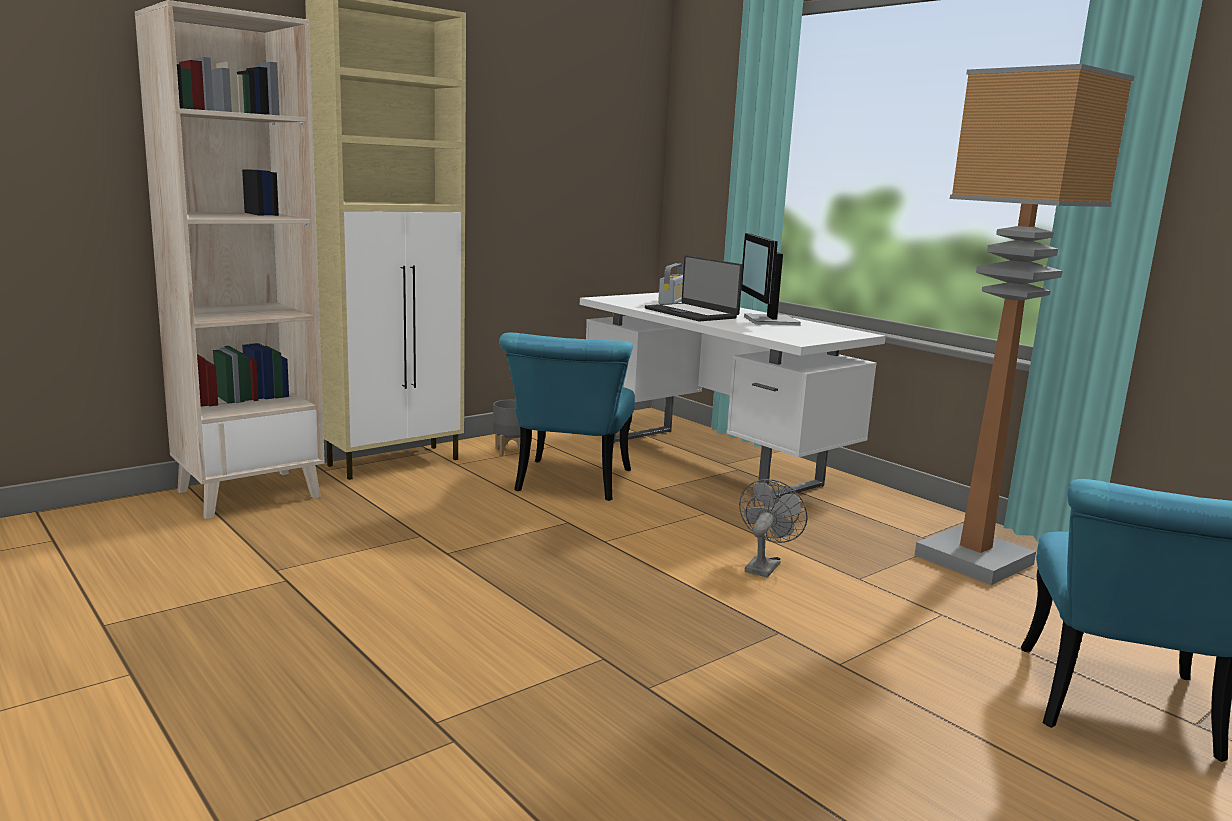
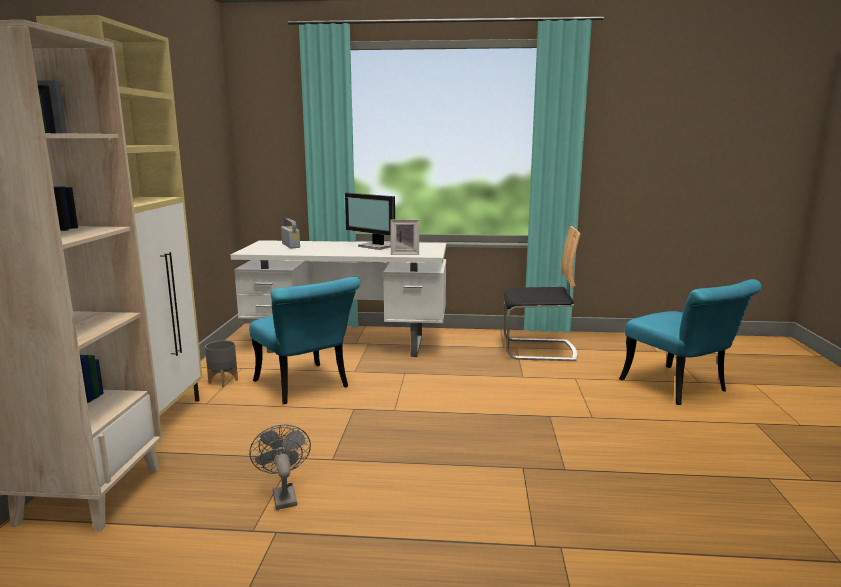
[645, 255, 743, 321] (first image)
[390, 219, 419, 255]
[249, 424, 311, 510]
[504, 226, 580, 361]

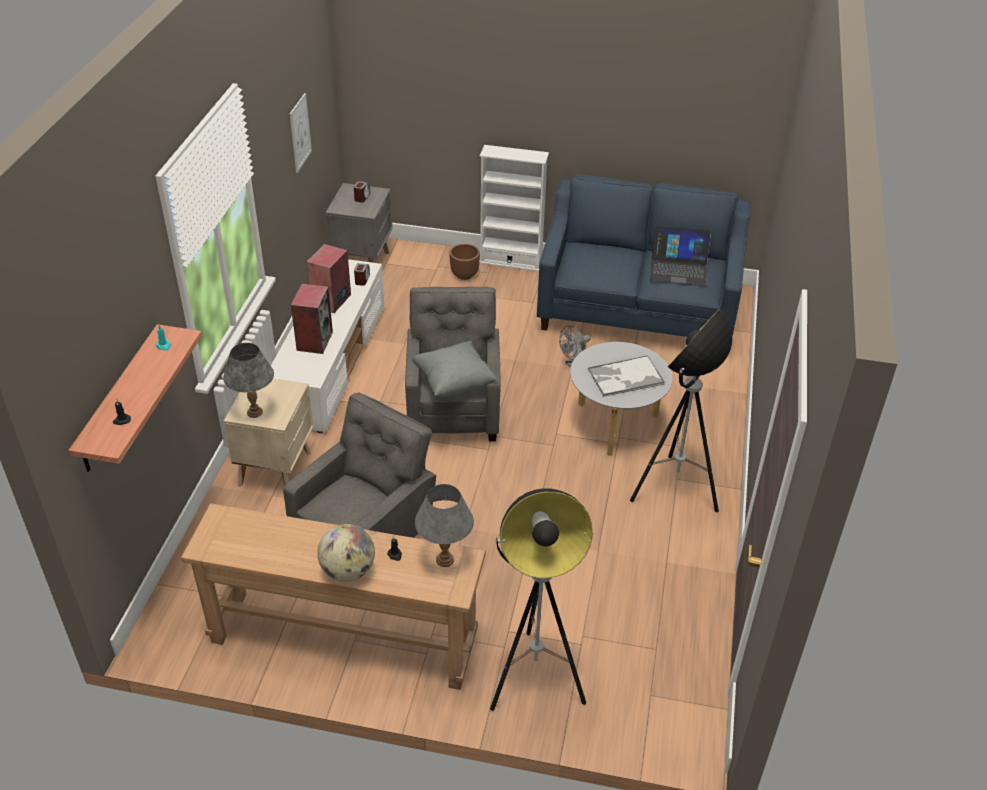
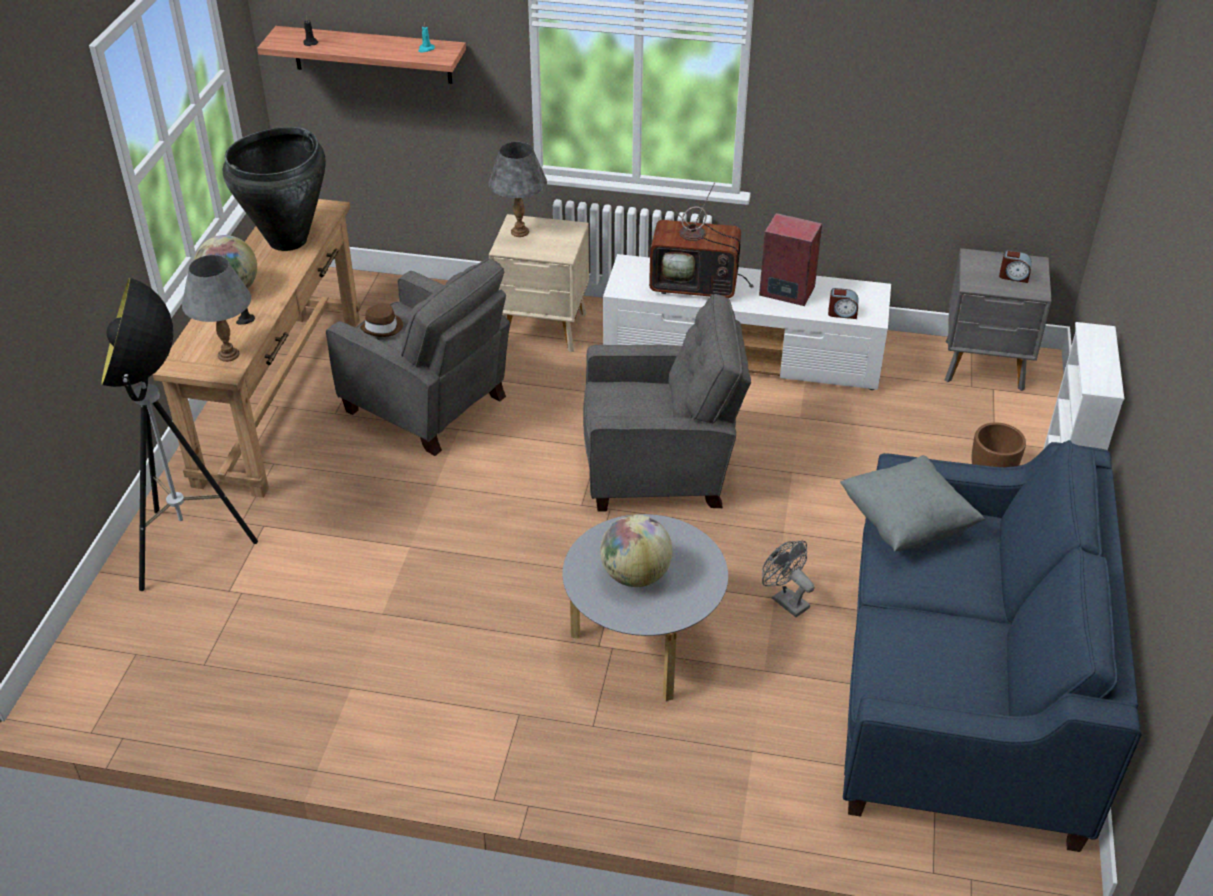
[290, 93, 312, 173] (first image)
[630, 309, 733, 512] (first image)
[650, 225, 711, 286] (first image)
[223, 127, 326, 251]
[360, 303, 403, 337]
[840, 455, 985, 552]
[649, 182, 754, 298]
[600, 515, 673, 587]

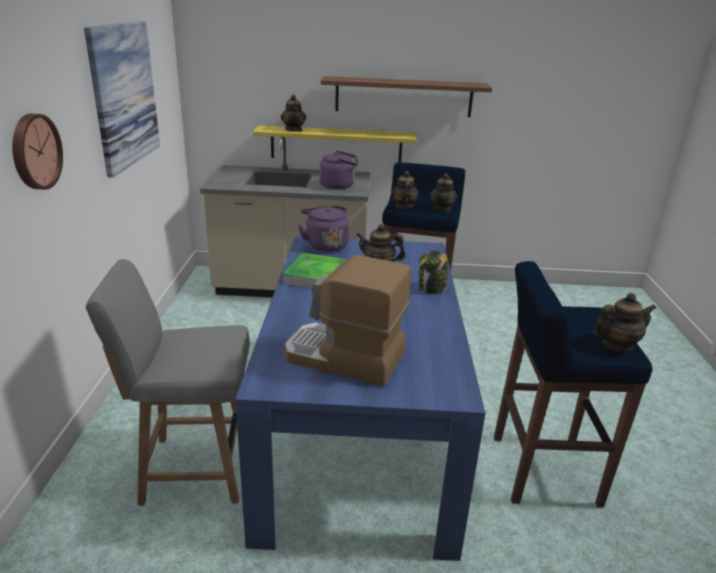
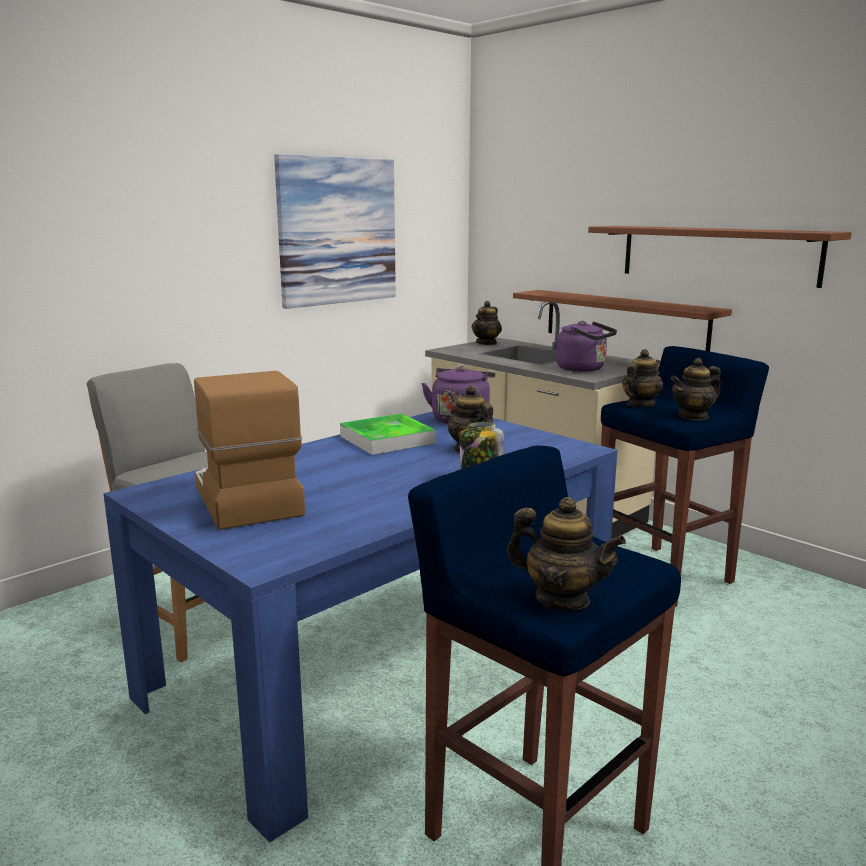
[12, 114, 63, 190] (first image)
[472, 301, 502, 345]
[513, 290, 732, 352]

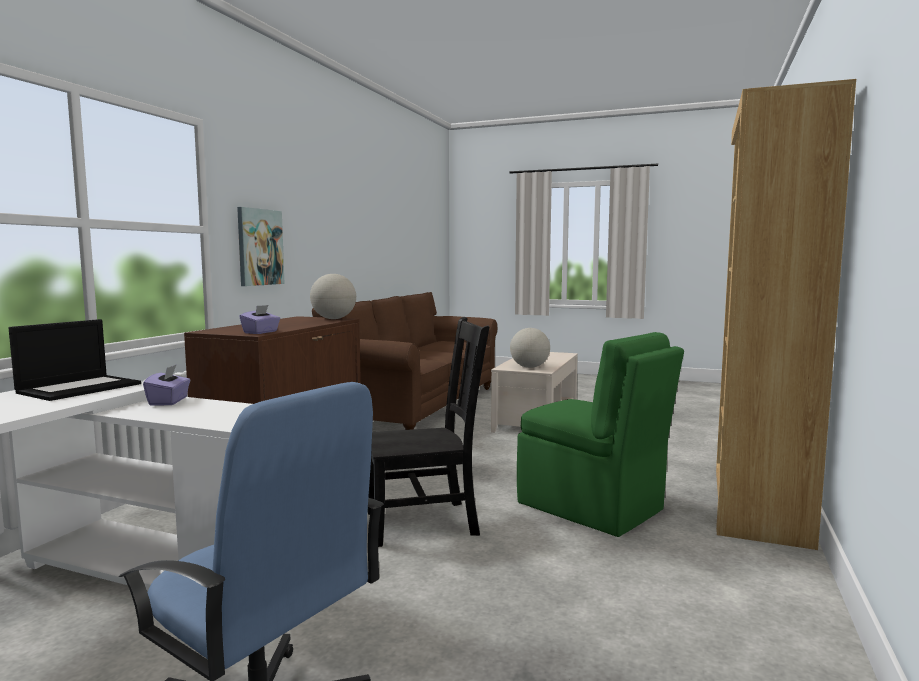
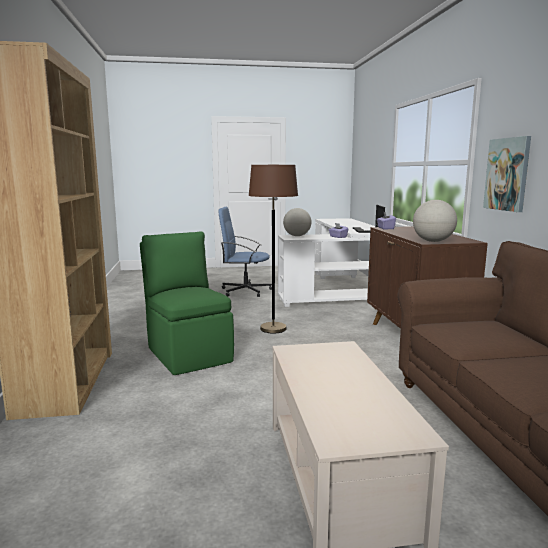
[283, 208, 312, 236]
[249, 165, 298, 334]
[140, 231, 234, 375]

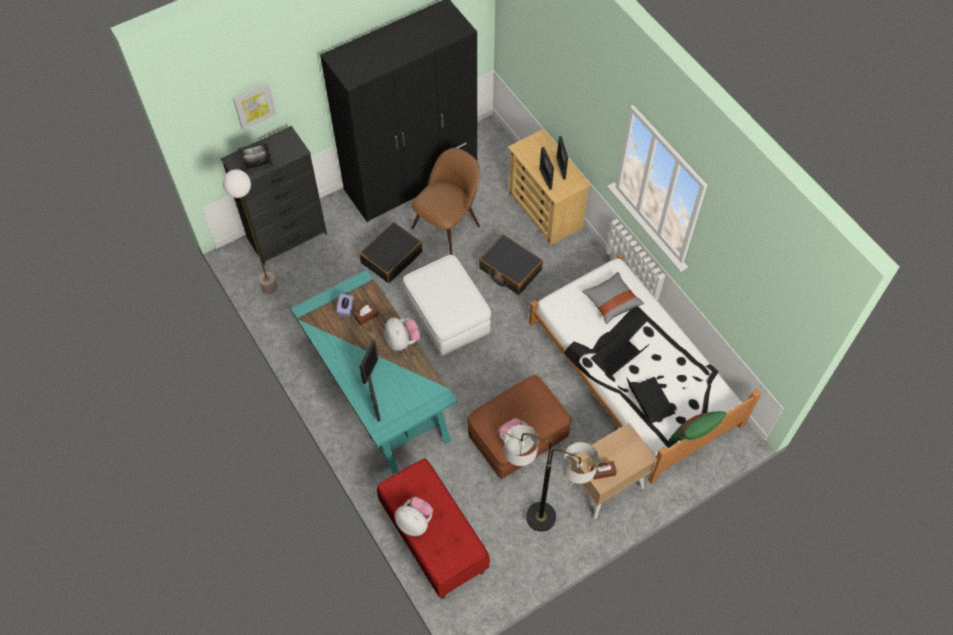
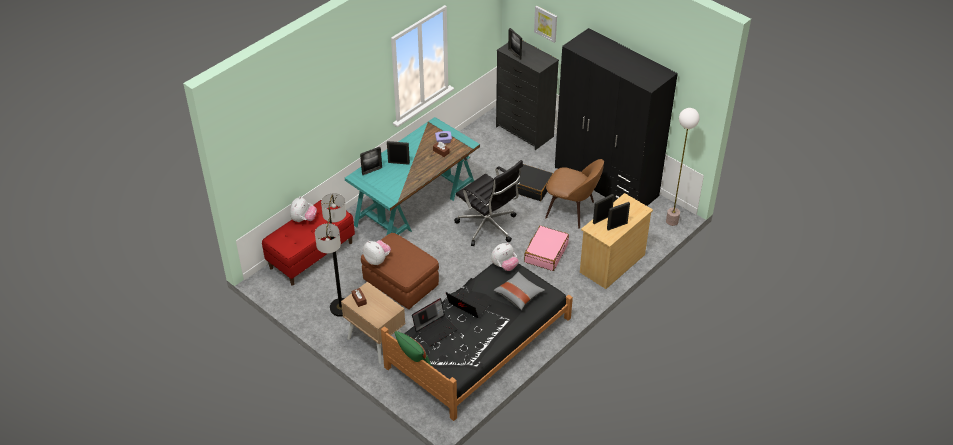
[666, 108, 700, 226]
[491, 243, 519, 271]
[454, 160, 523, 246]
[524, 226, 569, 271]
[381, 263, 573, 421]

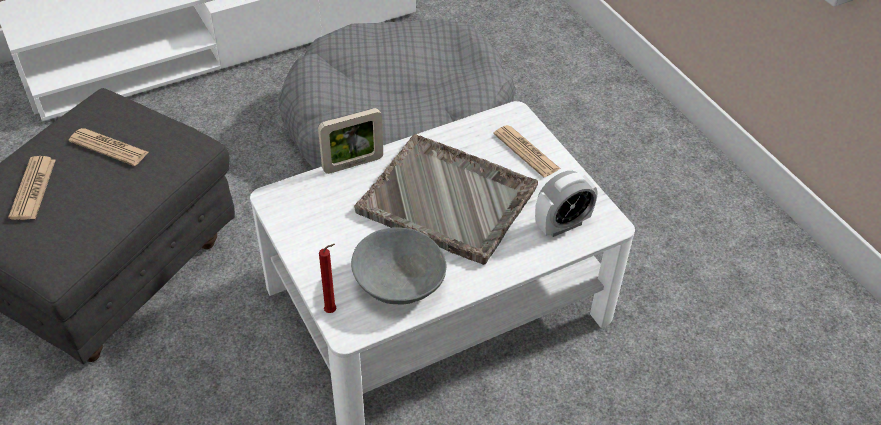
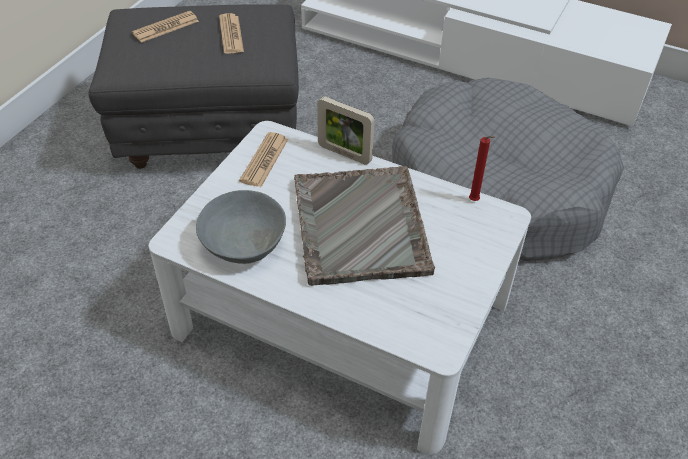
[535, 171, 597, 237] (first image)
[469, 136, 495, 201]
[239, 132, 288, 187]

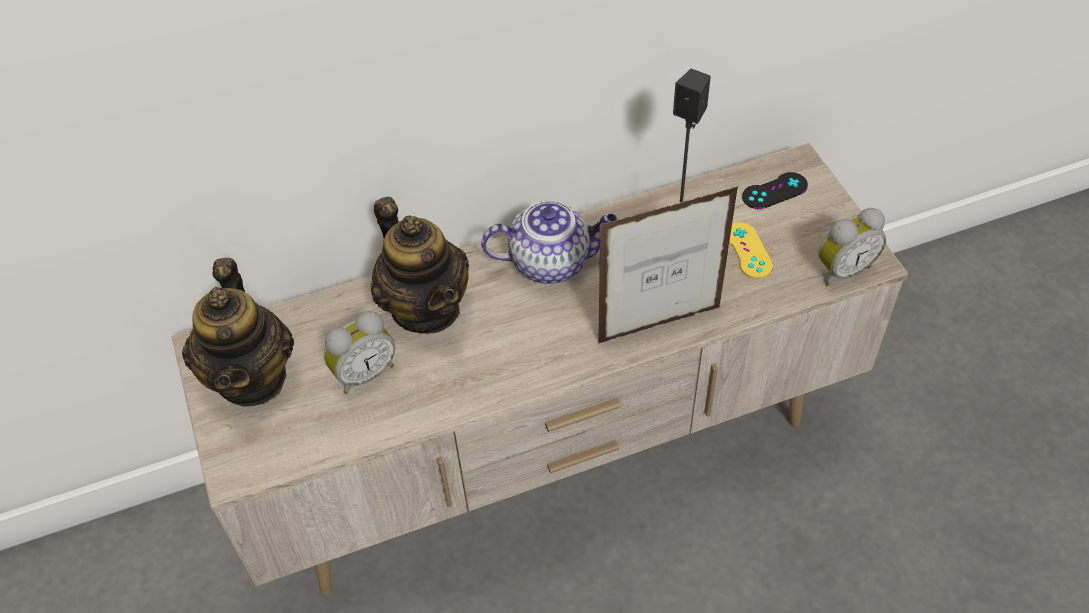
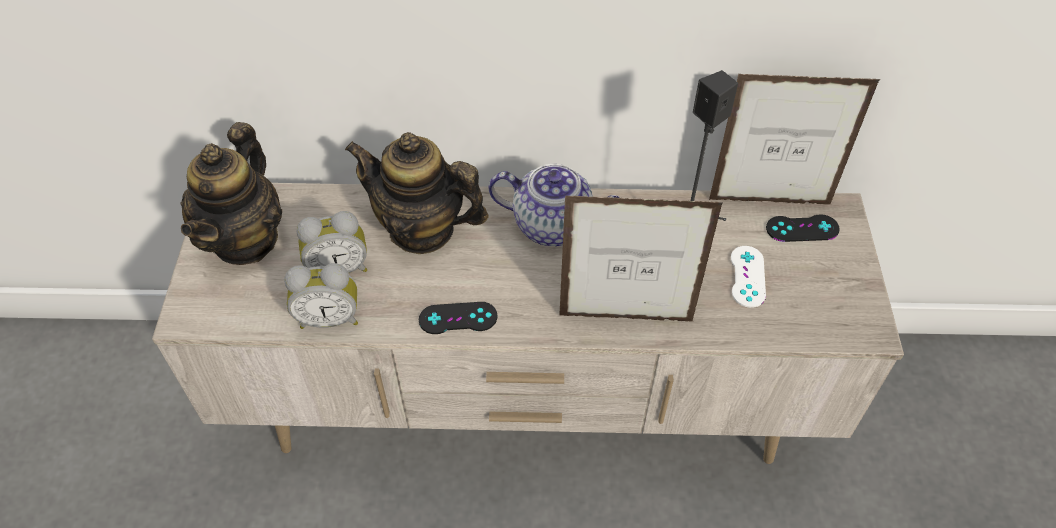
[419, 302, 498, 334]
[709, 74, 880, 205]
[284, 263, 358, 329]
[730, 246, 766, 308]
[345, 132, 489, 254]

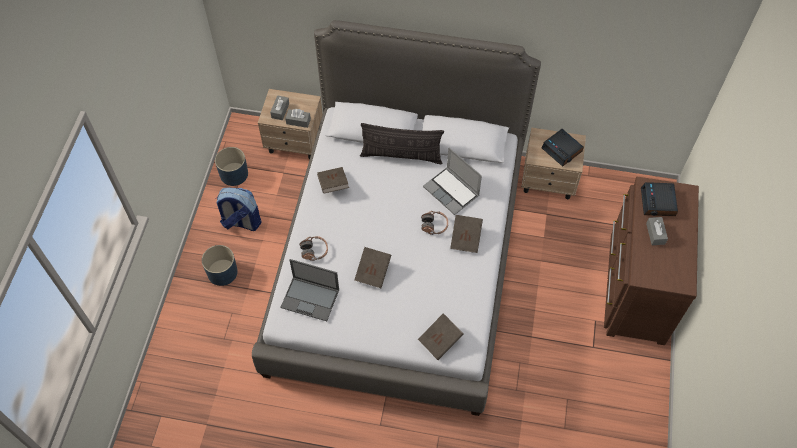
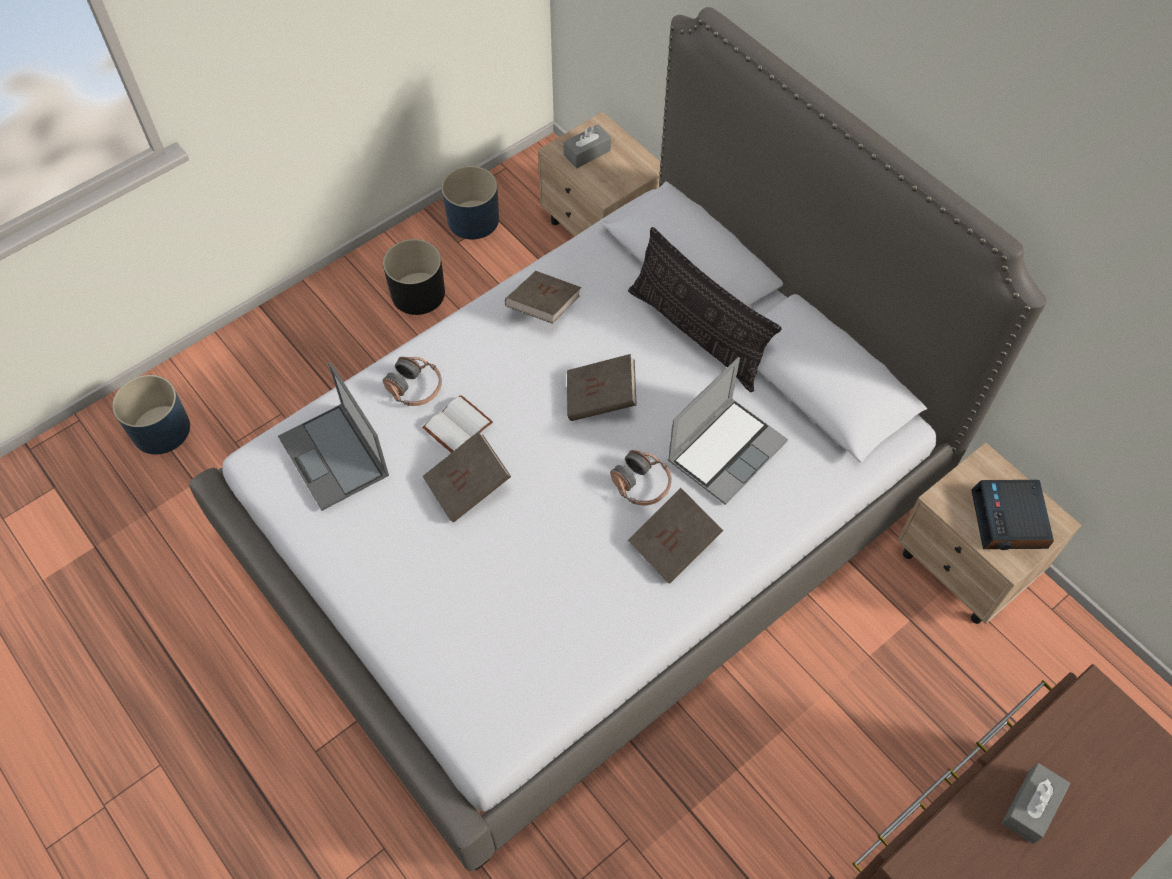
[285, 109, 311, 128] (first image)
[641, 182, 678, 216] (first image)
[422, 395, 493, 453]
[112, 375, 190, 455]
[567, 354, 637, 421]
[383, 239, 445, 315]
[667, 357, 788, 505]

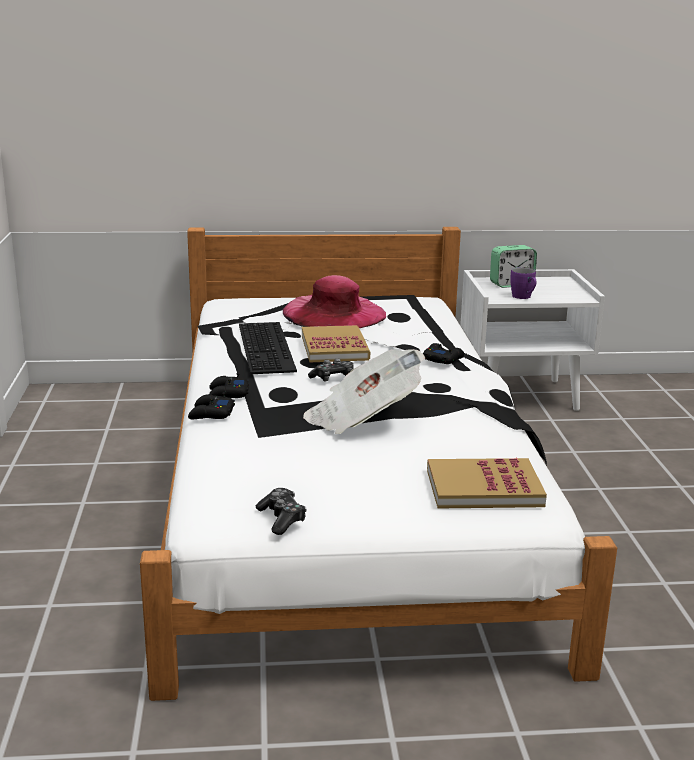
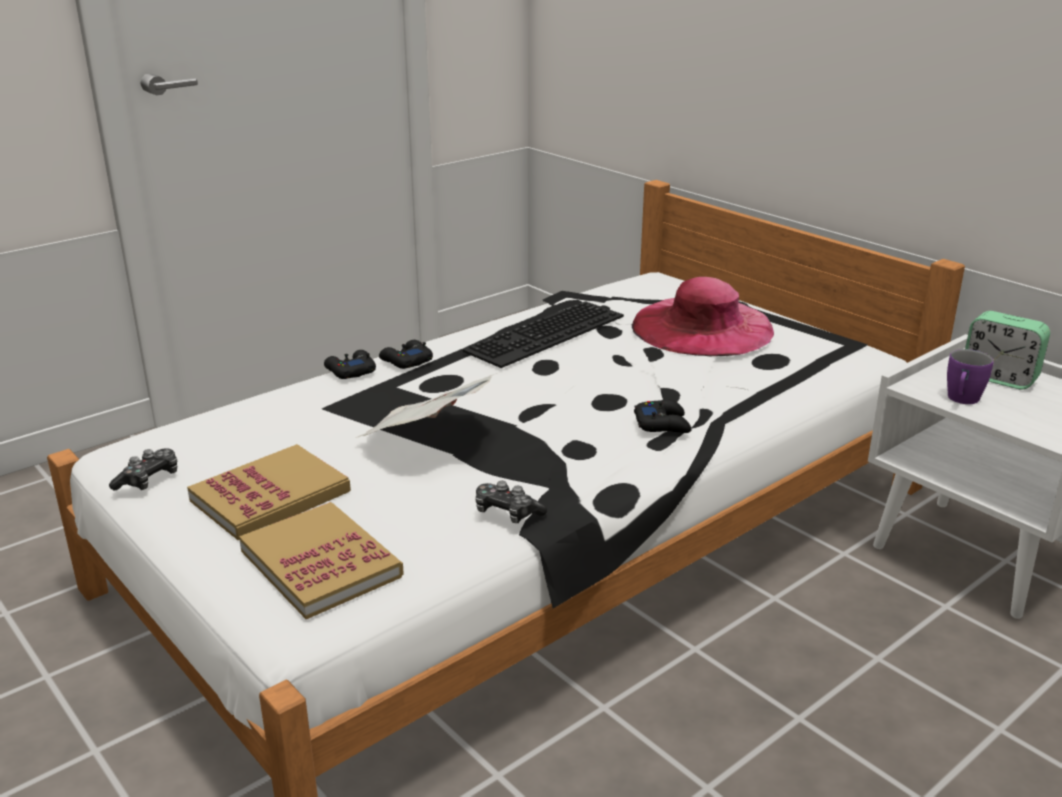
[187, 444, 351, 540]
[476, 481, 547, 523]

